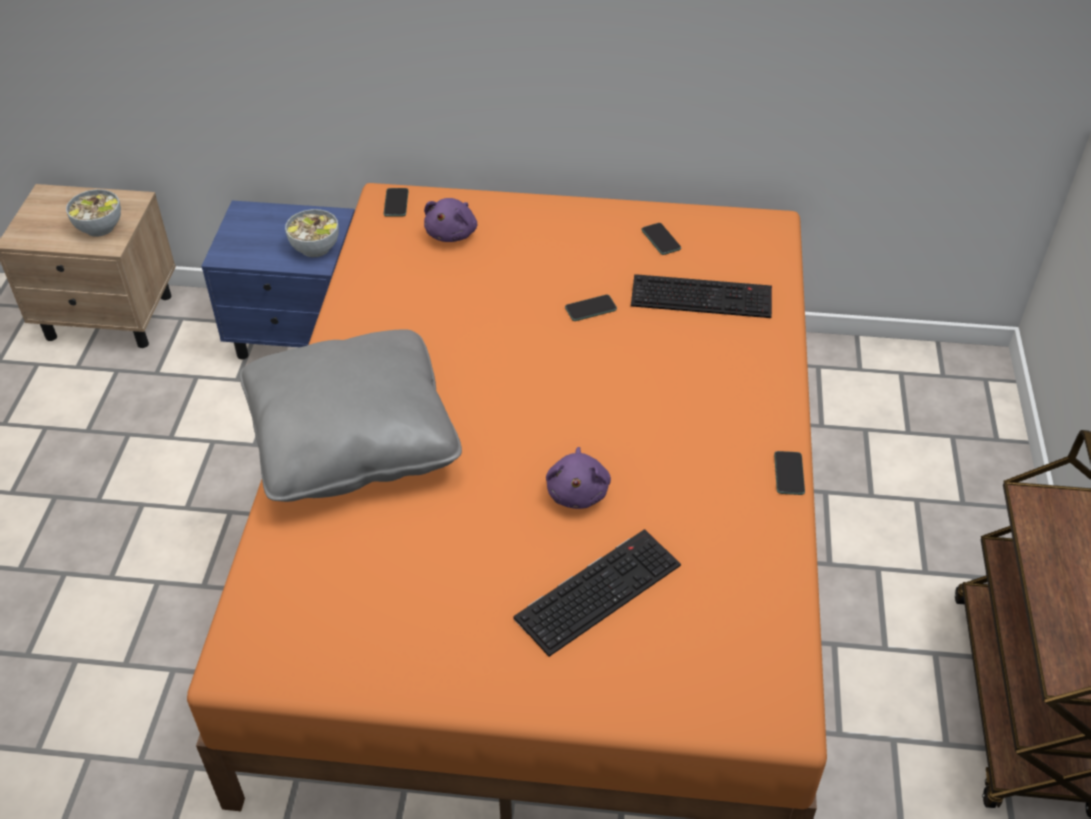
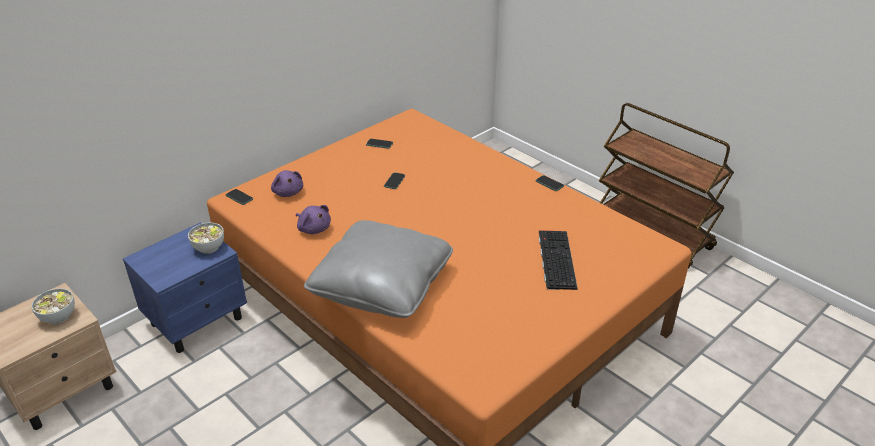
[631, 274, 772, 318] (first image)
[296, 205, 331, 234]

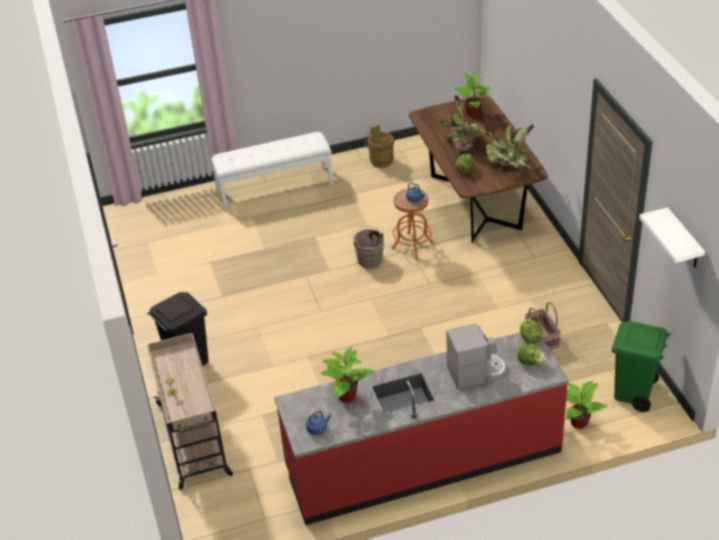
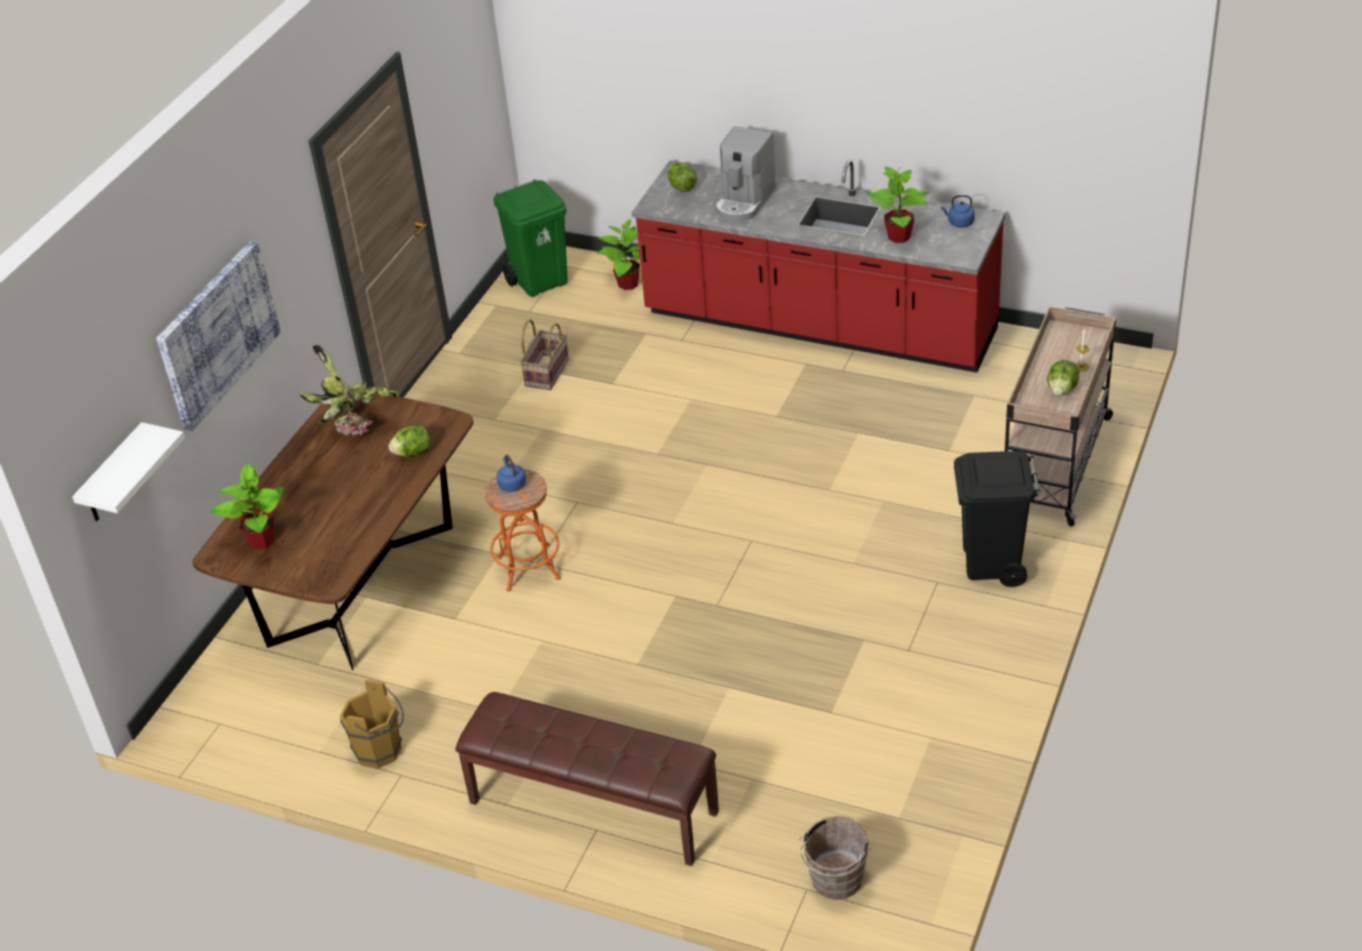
[440, 95, 492, 151] (first image)
[156, 241, 281, 431]
[799, 816, 870, 900]
[1047, 360, 1079, 396]
[72, 422, 185, 521]
[455, 692, 719, 866]
[714, 126, 775, 222]

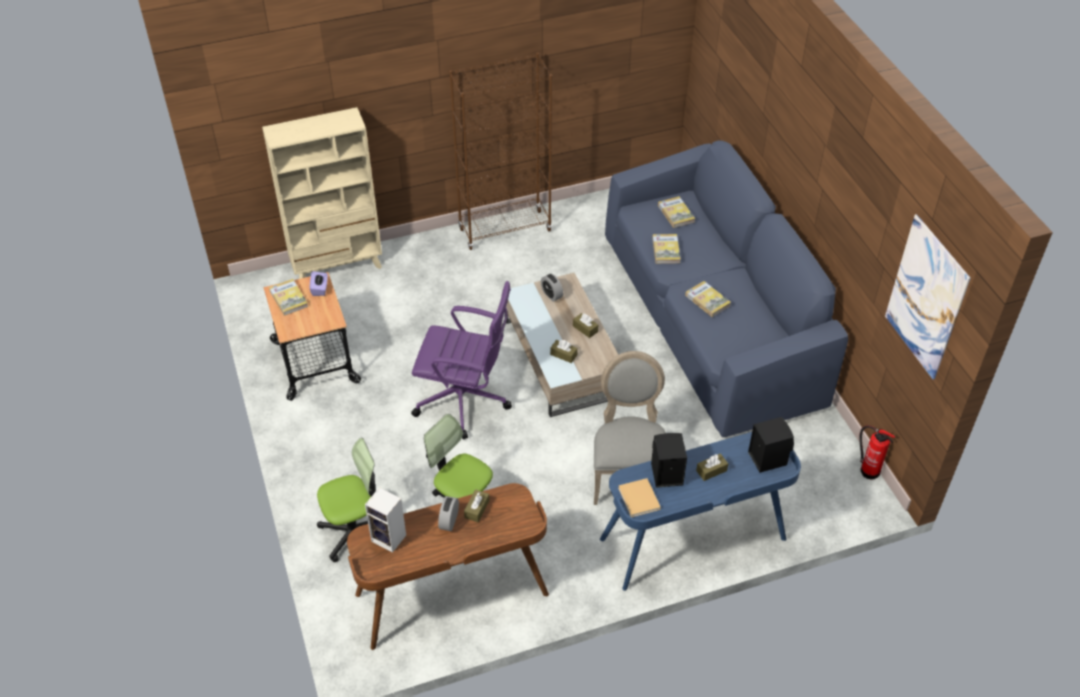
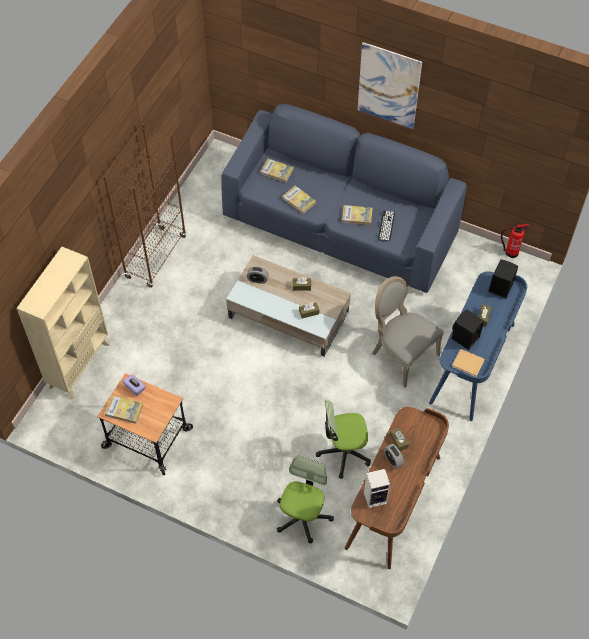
[411, 281, 512, 439] (first image)
[378, 210, 395, 242]
[358, 42, 422, 129]

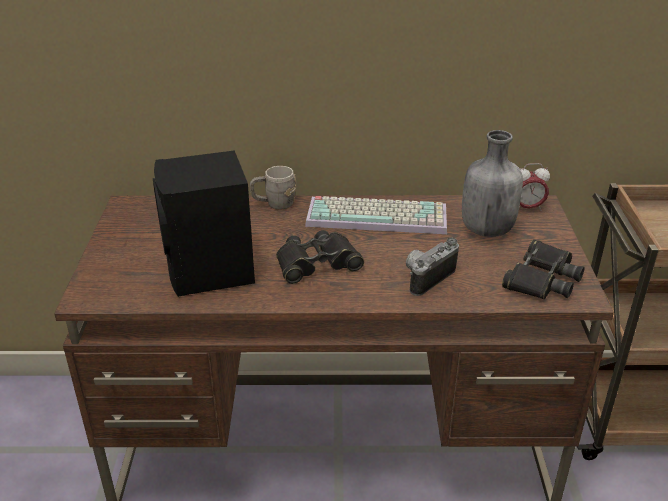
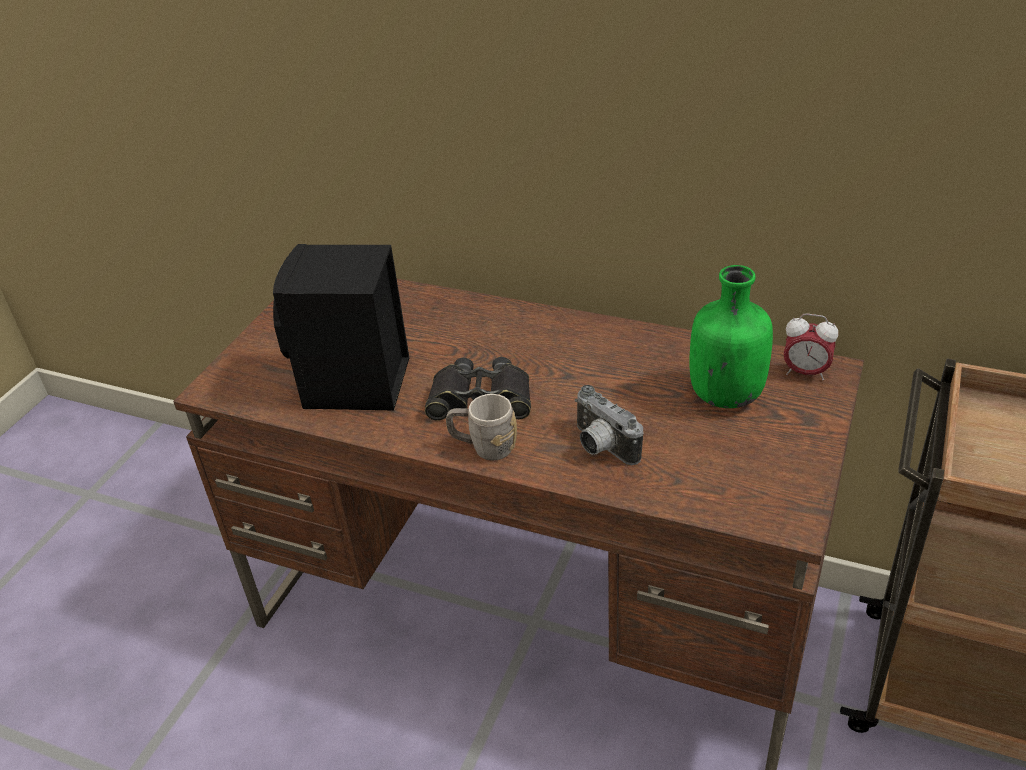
[305, 196, 447, 234] (first image)
[502, 239, 585, 299] (first image)
[446, 394, 517, 461]
[690, 265, 773, 408]
[575, 385, 644, 465]

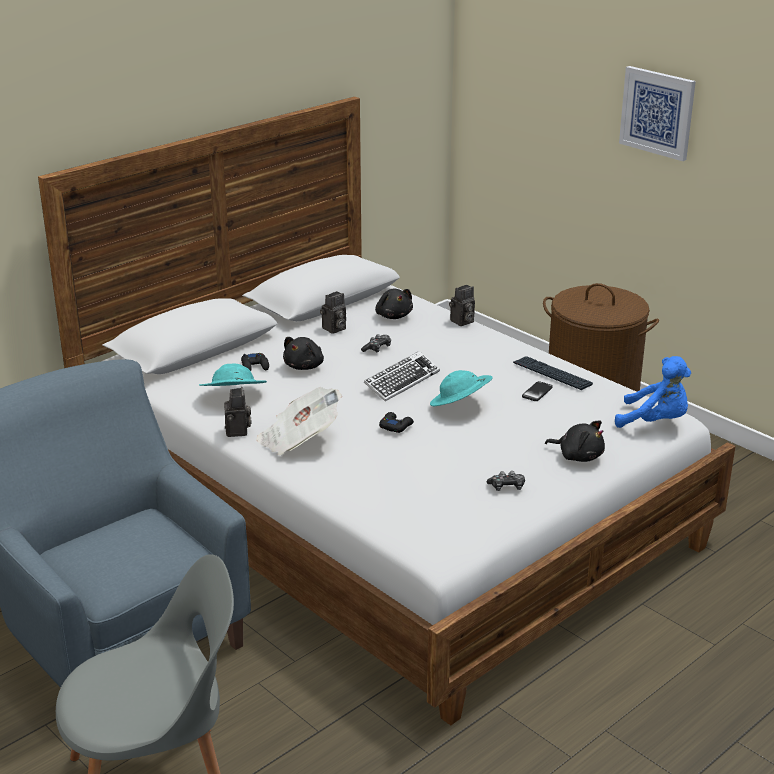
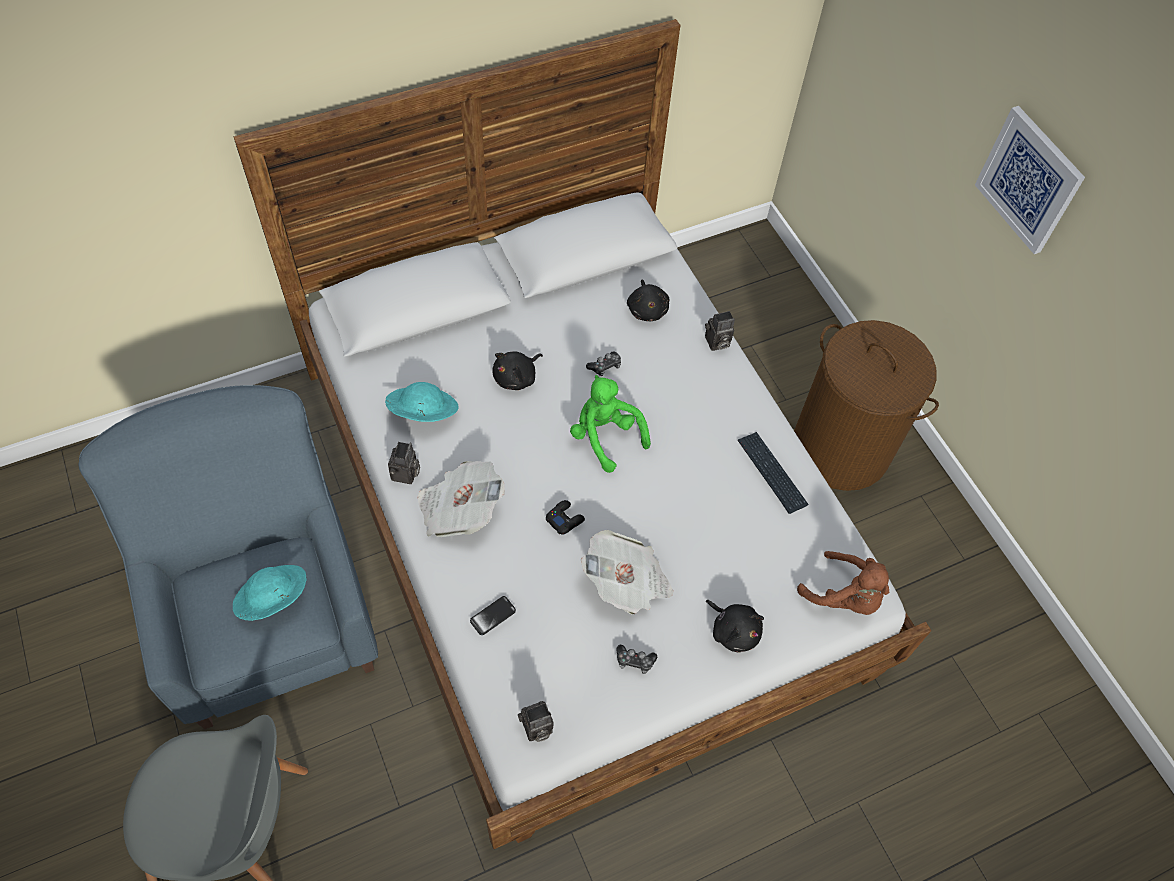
[241, 353, 269, 371] (first image)
[581, 530, 674, 614]
[518, 701, 554, 742]
[233, 565, 307, 621]
[470, 596, 516, 635]
[570, 375, 651, 473]
[797, 551, 889, 615]

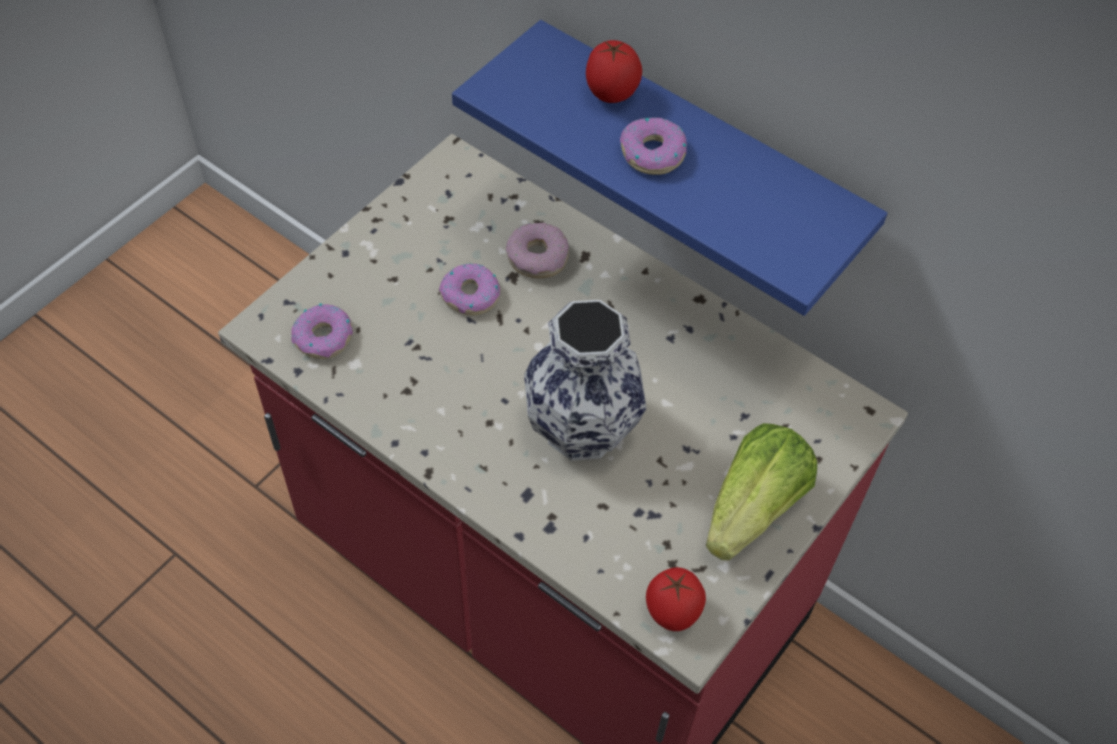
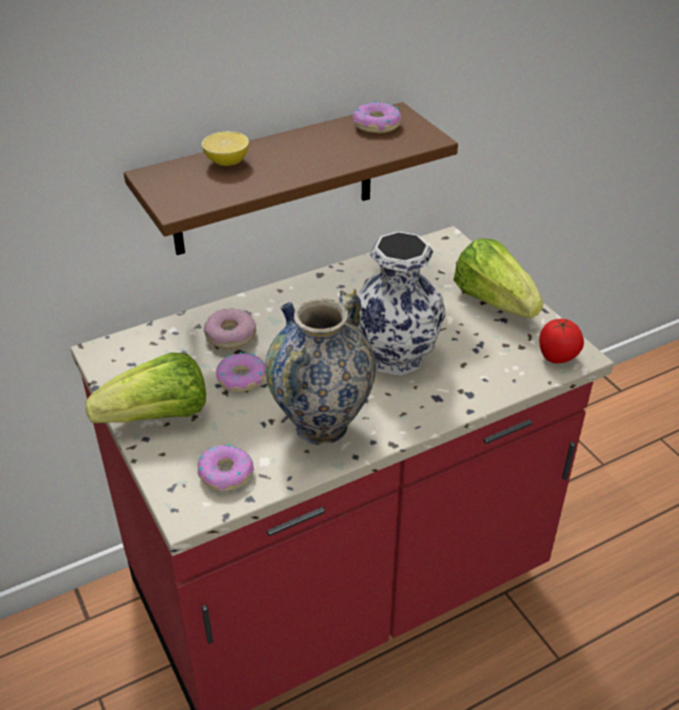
[86, 353, 206, 423]
[265, 289, 376, 445]
[353, 102, 402, 133]
[202, 131, 249, 166]
[124, 102, 458, 255]

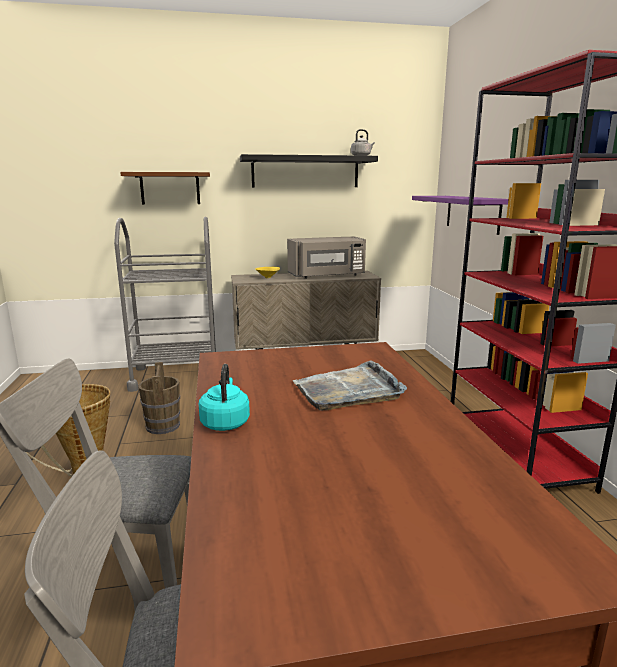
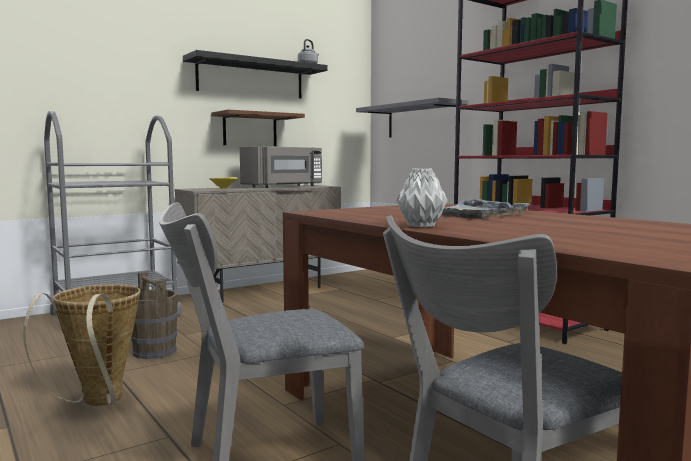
[211, 109, 305, 146]
[396, 168, 447, 227]
[356, 98, 468, 138]

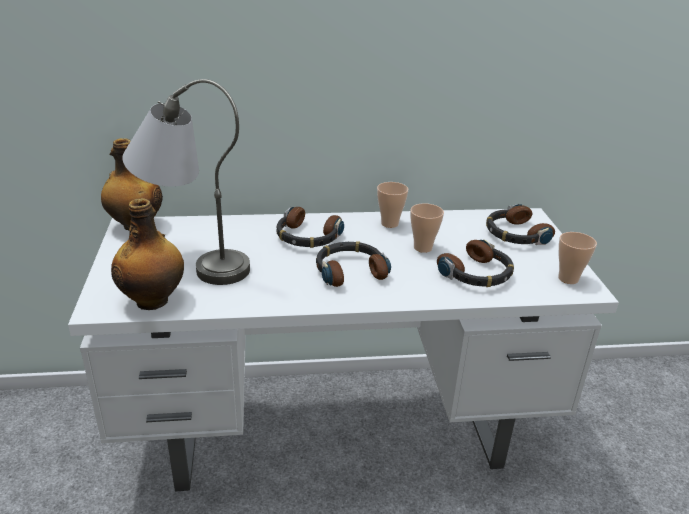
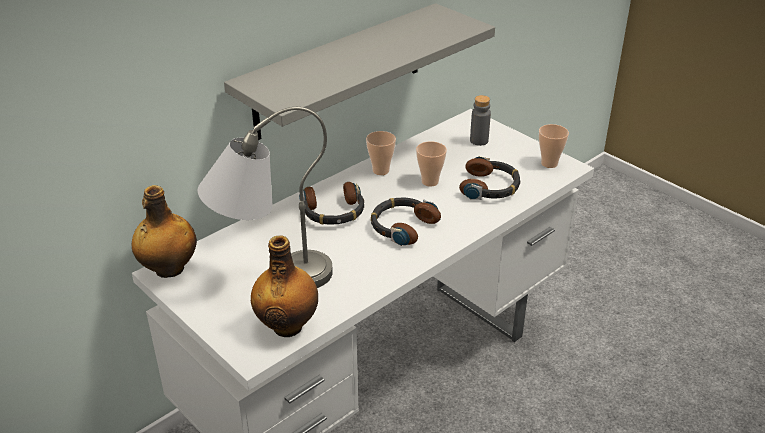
[224, 3, 495, 140]
[470, 95, 491, 146]

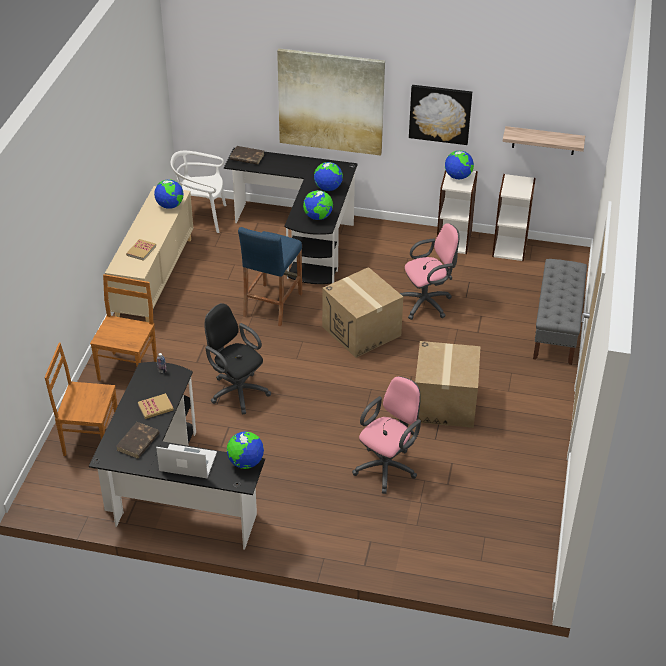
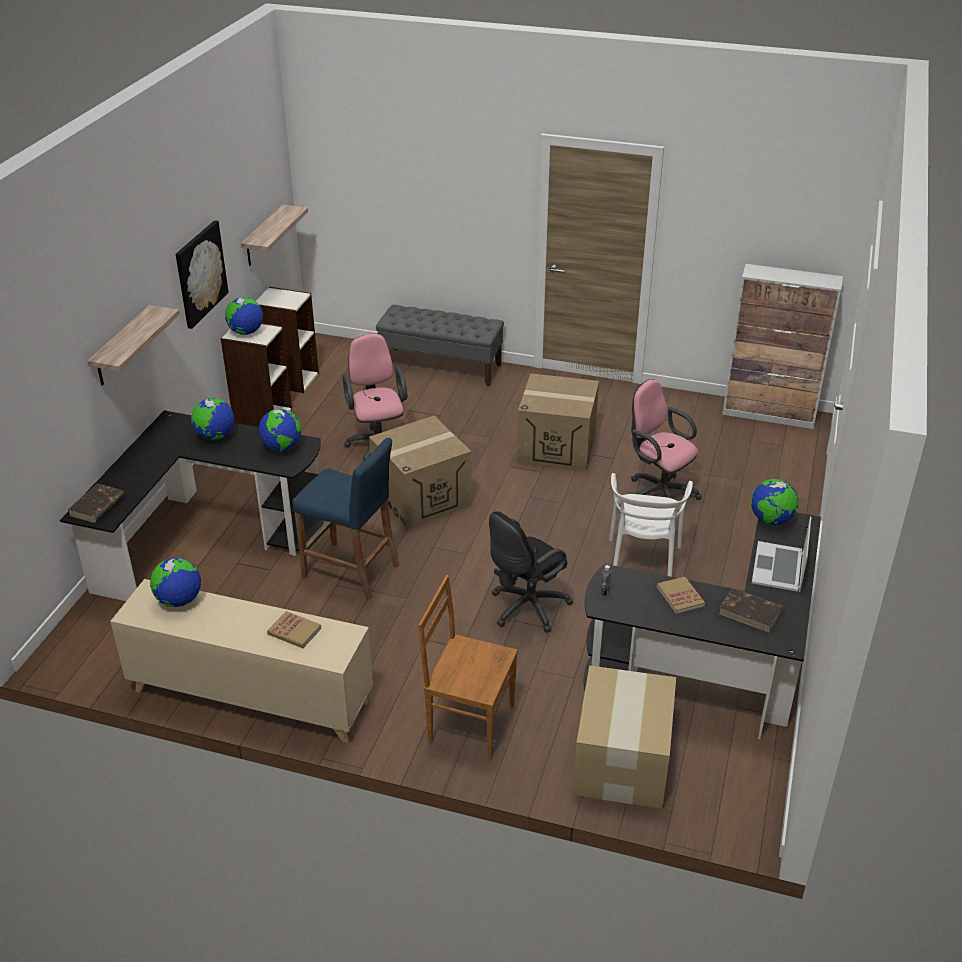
[722, 264, 843, 429]
[609, 473, 693, 577]
[573, 665, 676, 809]
[87, 305, 180, 385]

